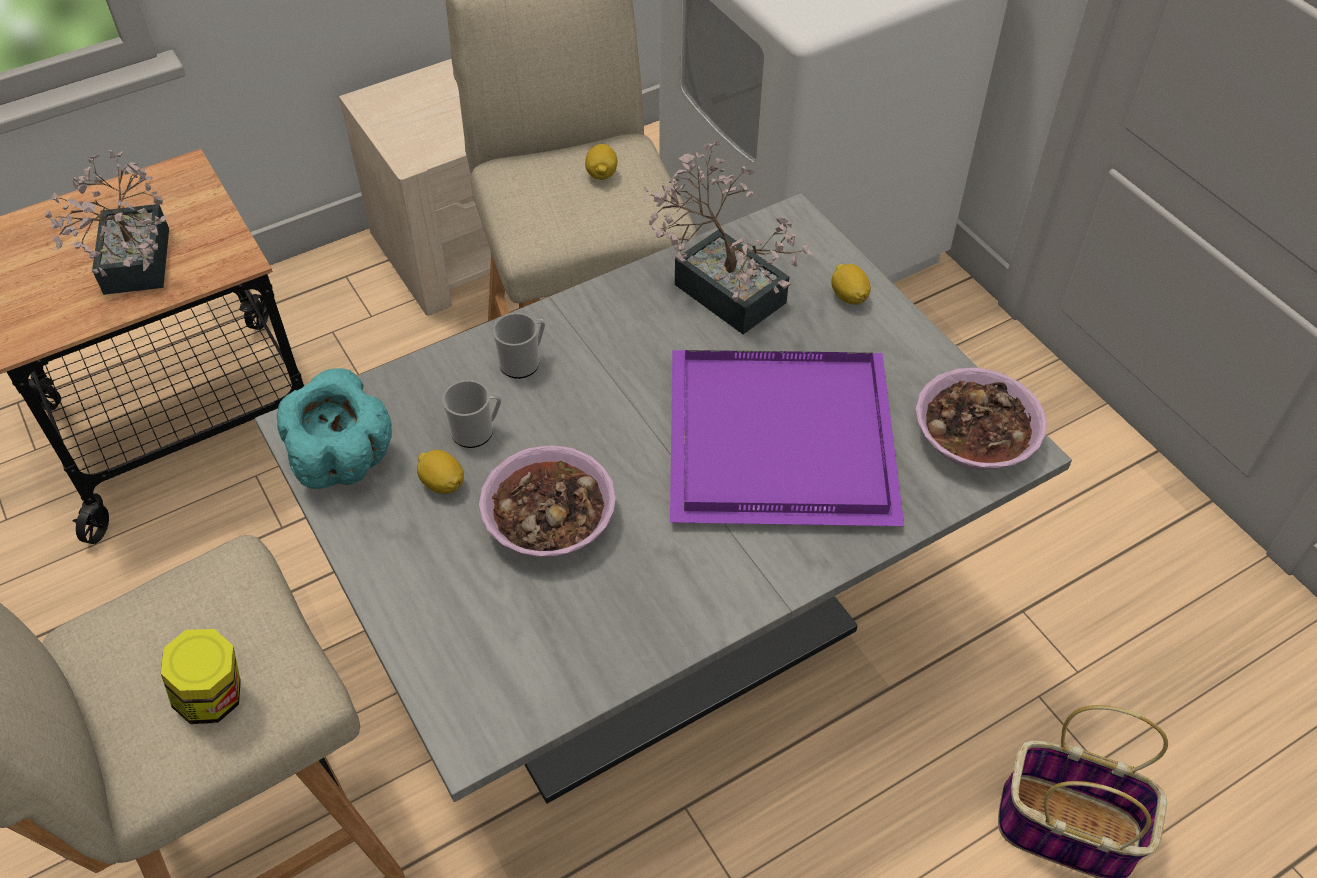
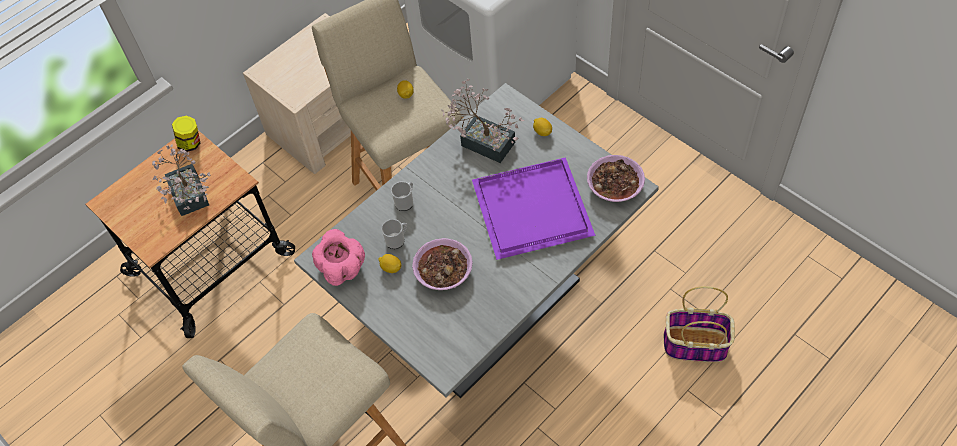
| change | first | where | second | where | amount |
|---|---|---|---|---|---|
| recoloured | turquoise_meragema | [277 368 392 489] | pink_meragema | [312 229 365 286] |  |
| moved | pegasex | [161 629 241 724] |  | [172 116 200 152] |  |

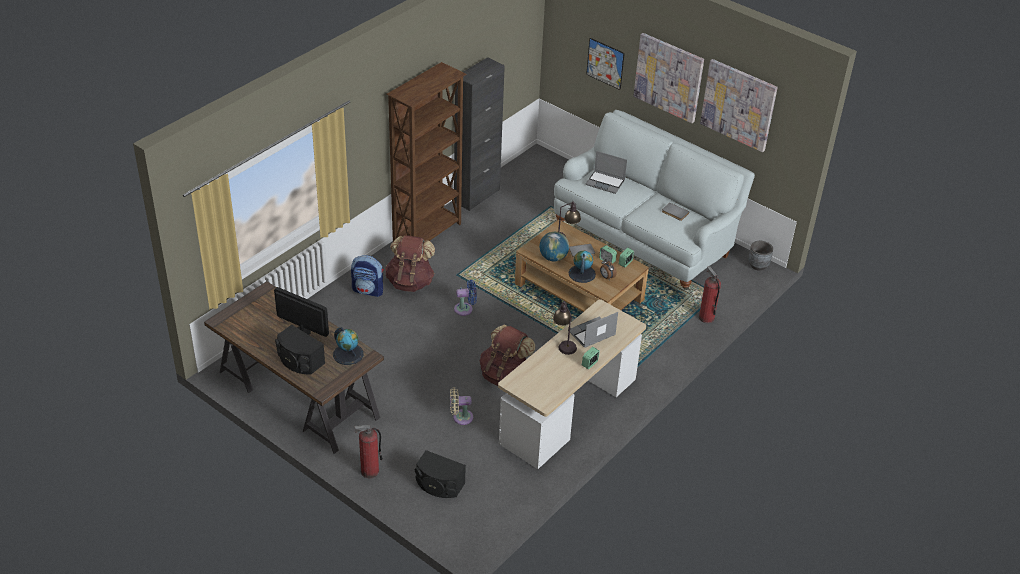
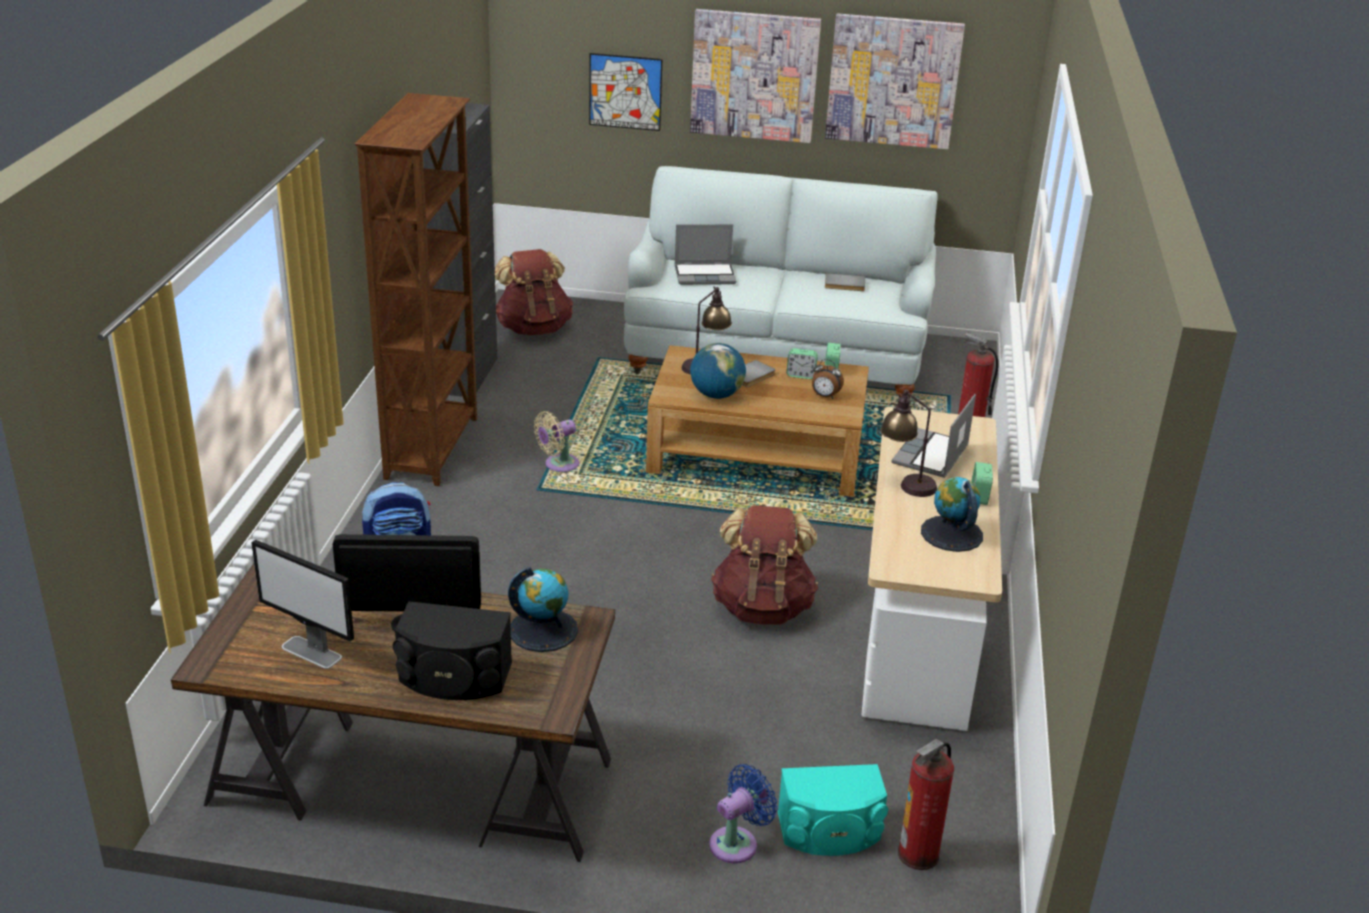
| change | first | where | second | where | amount |
|---|---|---|---|---|---|
| moved | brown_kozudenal | [385 235 435 292] |  | [495 249 573 335] |  |
| removed | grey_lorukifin | [748 241 773 271] |  |  |  |
| moved | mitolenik | [569 250 596 283] |  | [921 477 983 552] |  |
| moved | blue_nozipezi | [454 280 477 316] |  | [709 764 778 863] |  |
| moved | beige_nozipezi | [450 388 473 425] |  | [534 411 579 472] |  |
| moved | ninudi | [355 425 383 478] |  | [898 739 954 870] |  |
| recoloured | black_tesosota | [415 450 466 498] | turquoise_tesosota | [778 764 888 856] |  |
| added |  |  | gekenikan | [251 540 354 669] |  |

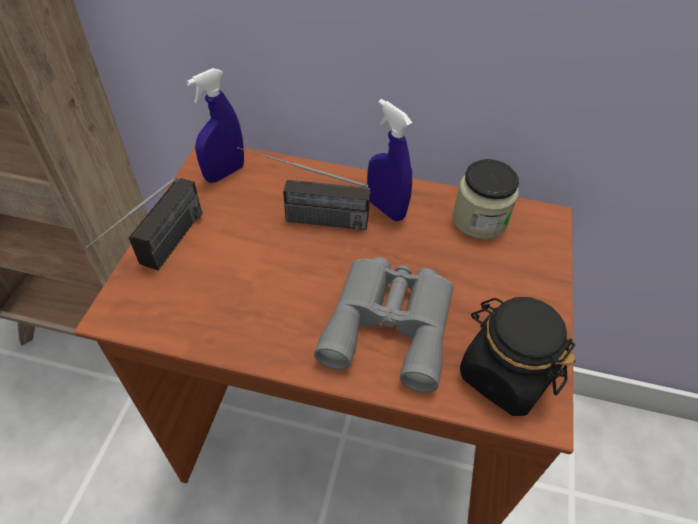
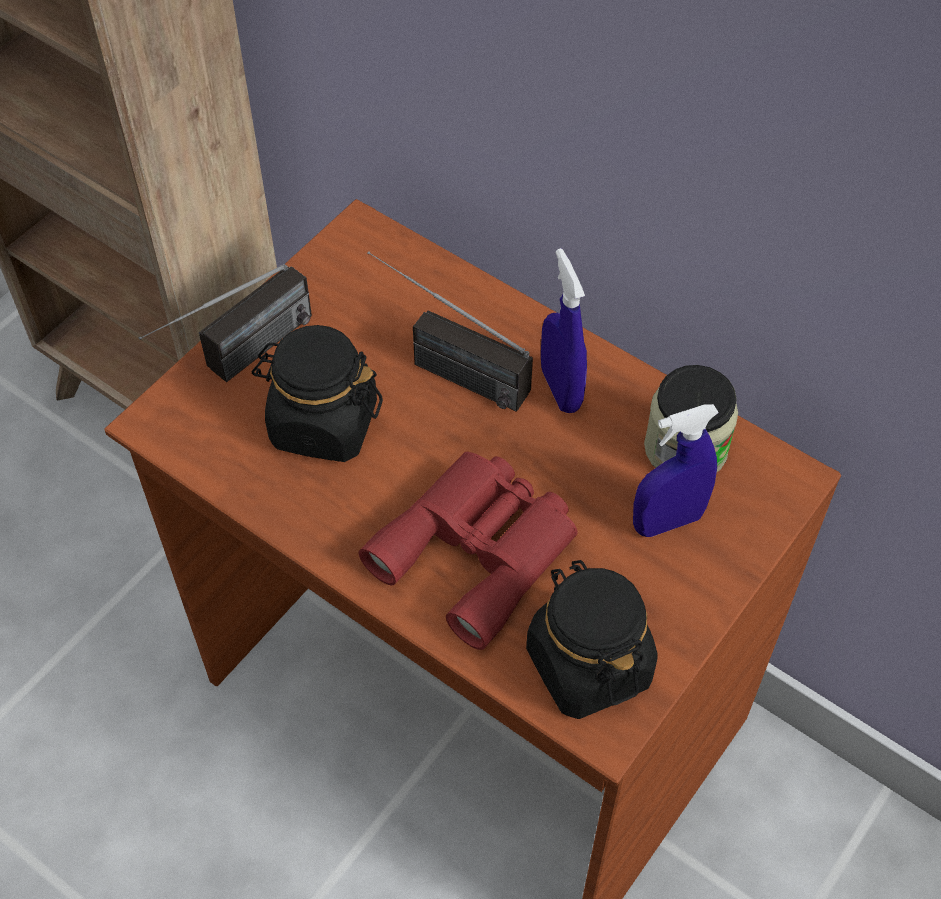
| change | first | where | second | where | amount |
|---|---|---|---|---|---|
| moved | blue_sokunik | [186 68 244 183] |  | [633 404 719 537] |  |
| recoloured | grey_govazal | [314 257 453 393] | red_govazal | [358 452 577 650] |  |
| added |  |  | black_pegasex | [252 325 383 462] |  |

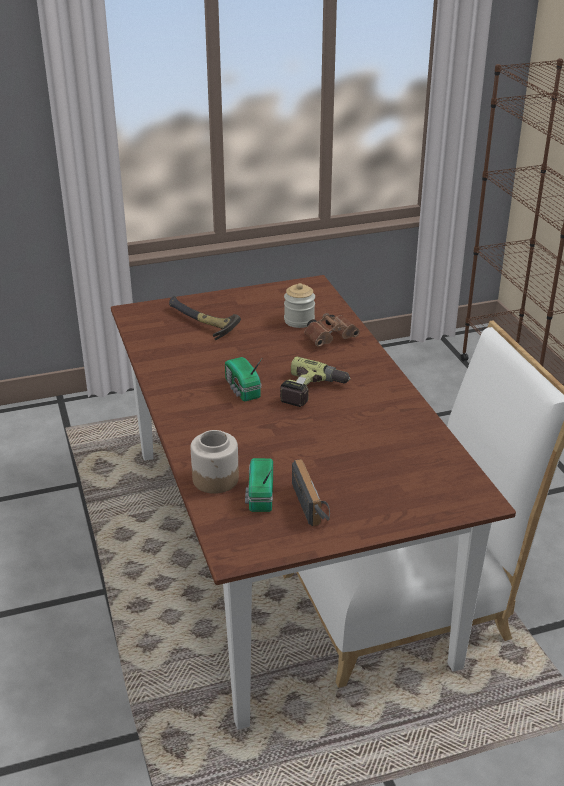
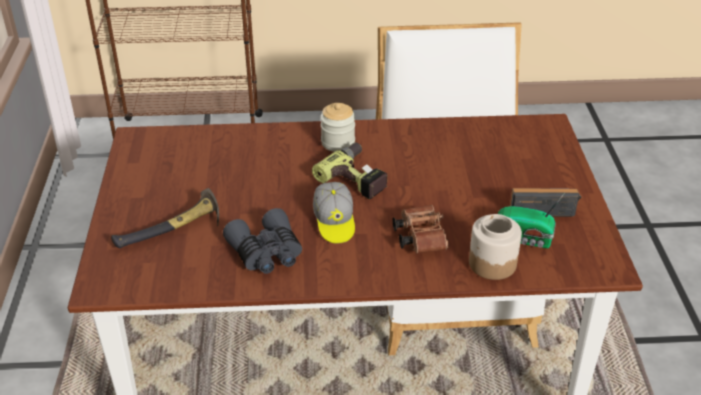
| change | first | where | second | where | amount |
|---|---|---|---|---|---|
| moved | pegasex | [284 283 315 328] |  | [320 103 355 152] |  |
| moved | brown_govazal | [304 313 360 347] |  | [392 205 449 253] |  |
| replaced | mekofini | [225 357 262 401] | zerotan | [313 182 355 243] |  |
| added |  |  | grey_govazal | [223 208 302 274] |  |

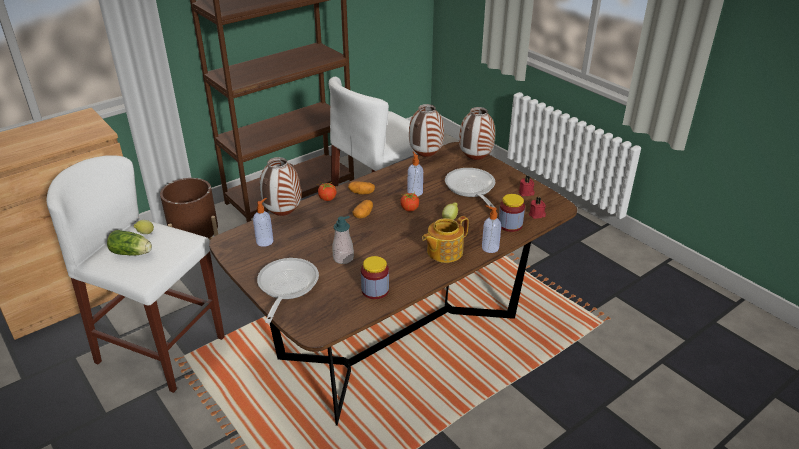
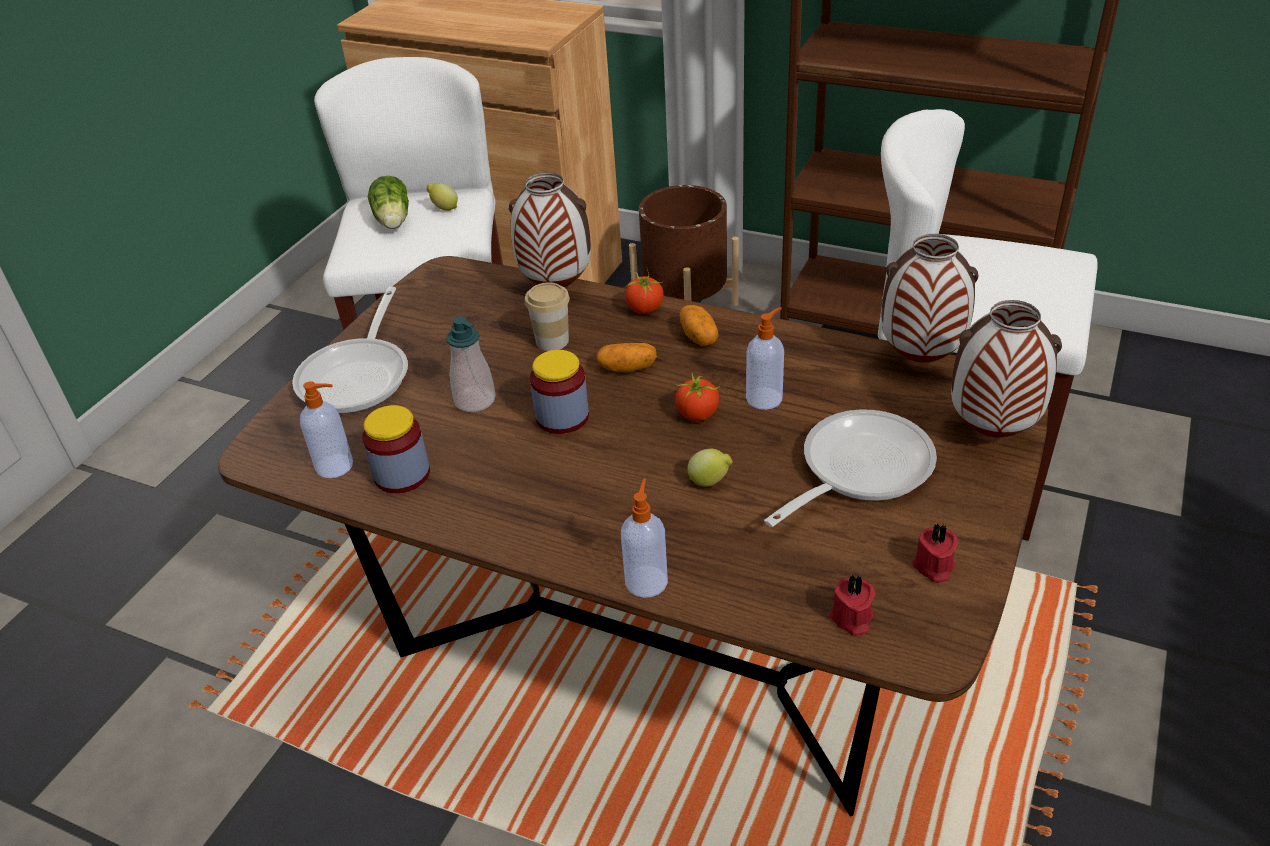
| change | first | where | second | where | amount |
|---|---|---|---|---|---|
| moved | pegasex | [499 194 525 232] |  | [530 350 589 434] |  |
| moved | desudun | [253 198 273 247] |  | [300 381 353 478] |  |
| removed | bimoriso | [422 216 469 263] |  |  |  |
| turned | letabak | [257 258 319 323] |  | [292 287 408 414] | 120 degrees clockwise |
| added |  |  | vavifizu | [525 282 570 351] |  |

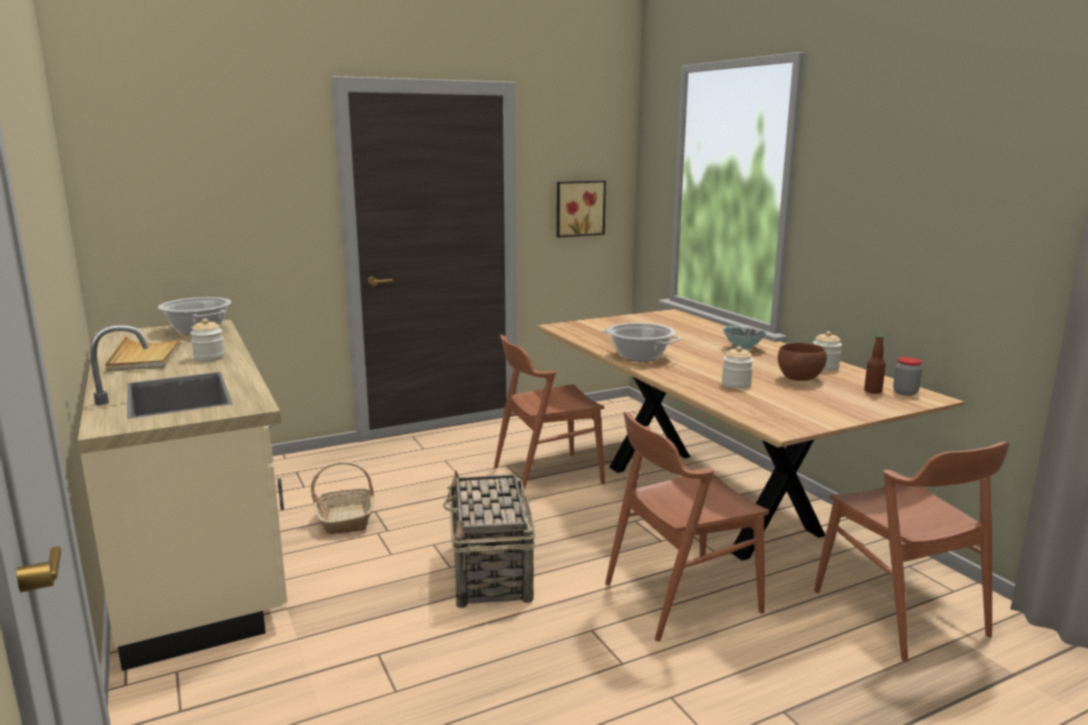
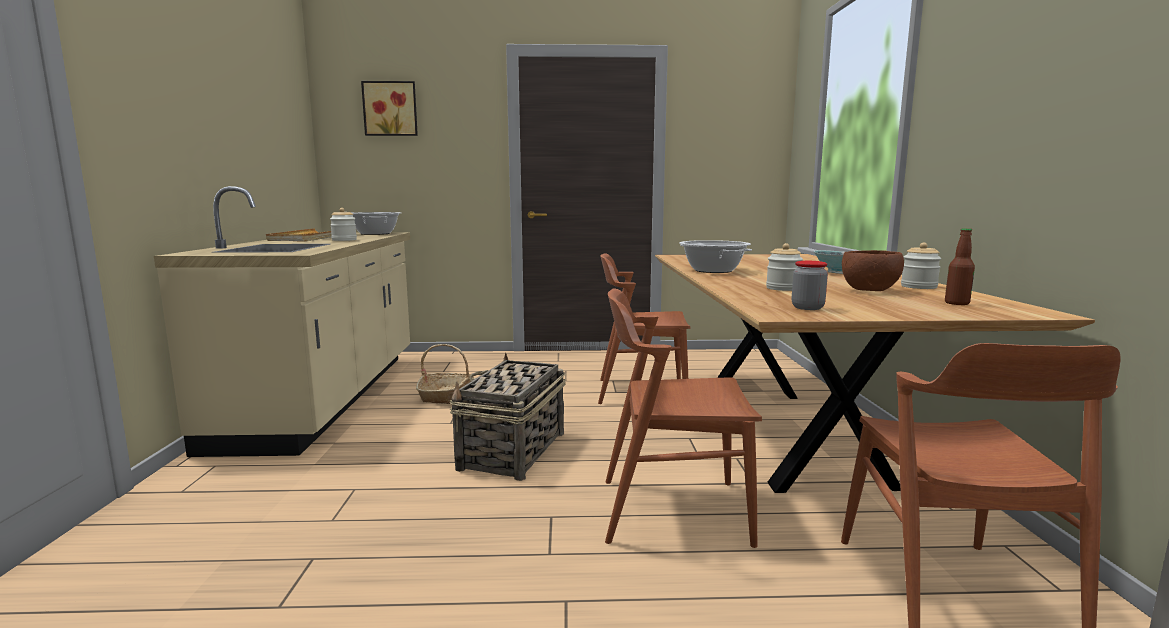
| change | first | where | second | where | amount |
|---|---|---|---|---|---|
| moved | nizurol | [557 181 606 238] |  | [361 81 418 136] |  |
| moved | pegasex | [893 357 922 396] |  | [792 261 828 310] |  |

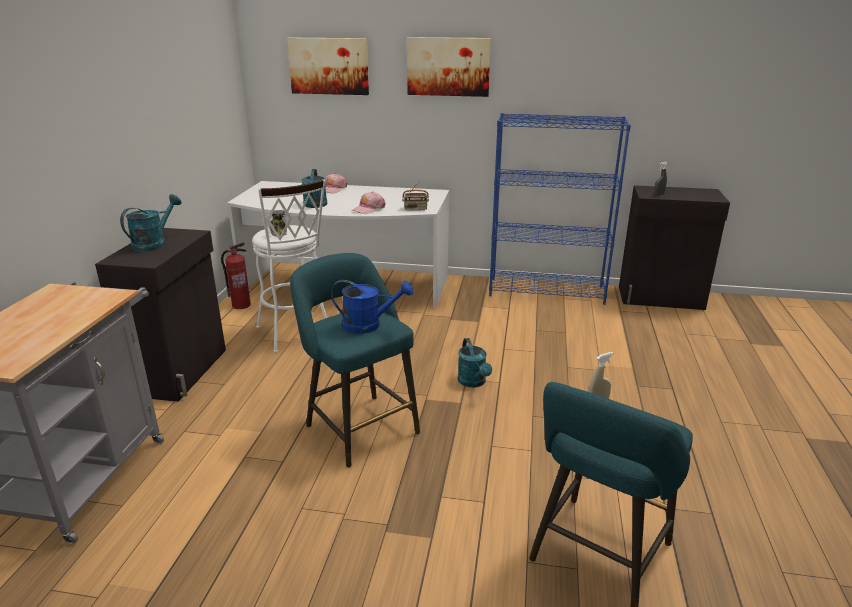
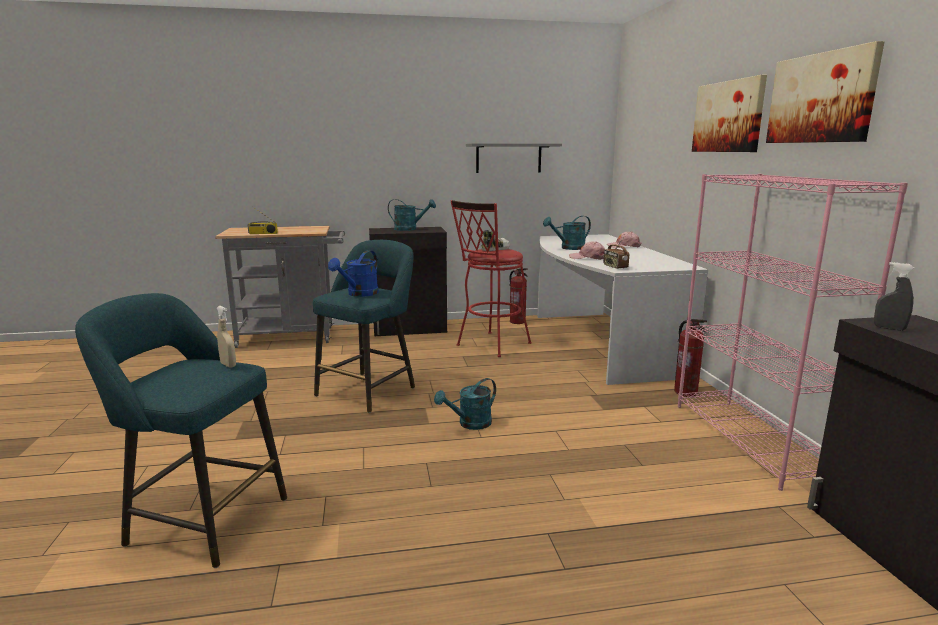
| change | first | where | second | where | amount |
|---|---|---|---|---|---|
| moved | nizurol | [287 37 369 95] |  | [766 41 885 143] |  |
| recoloured | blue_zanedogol | [489 113 631 305] | pink_zanedogol | [678 174 908 491] |  |
| recoloured | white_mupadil | [252 180 328 353] | red_mupadil | [451 200 532 357] |  |
| turned | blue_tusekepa | [331 280 413 334] |  | [328 250 379 297] | 45 degrees clockwise |
| added |  |  | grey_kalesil | [466 143 562 173] |  |
| added |  |  | mekofini | [248 207 278 234] |  |
| added |  |  | ninudi | [674 319 707 397] |  |

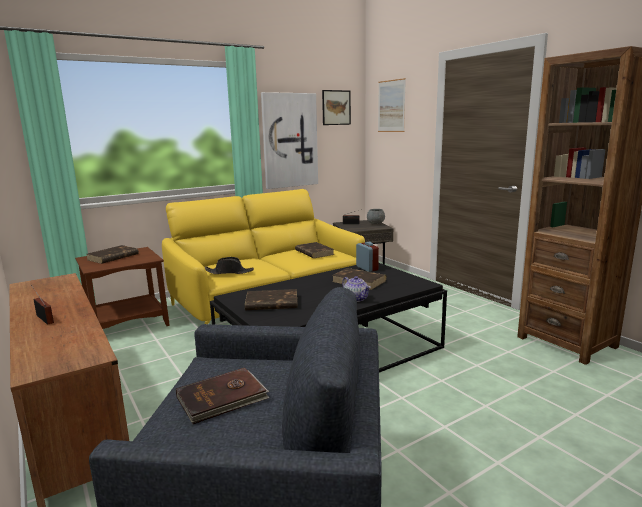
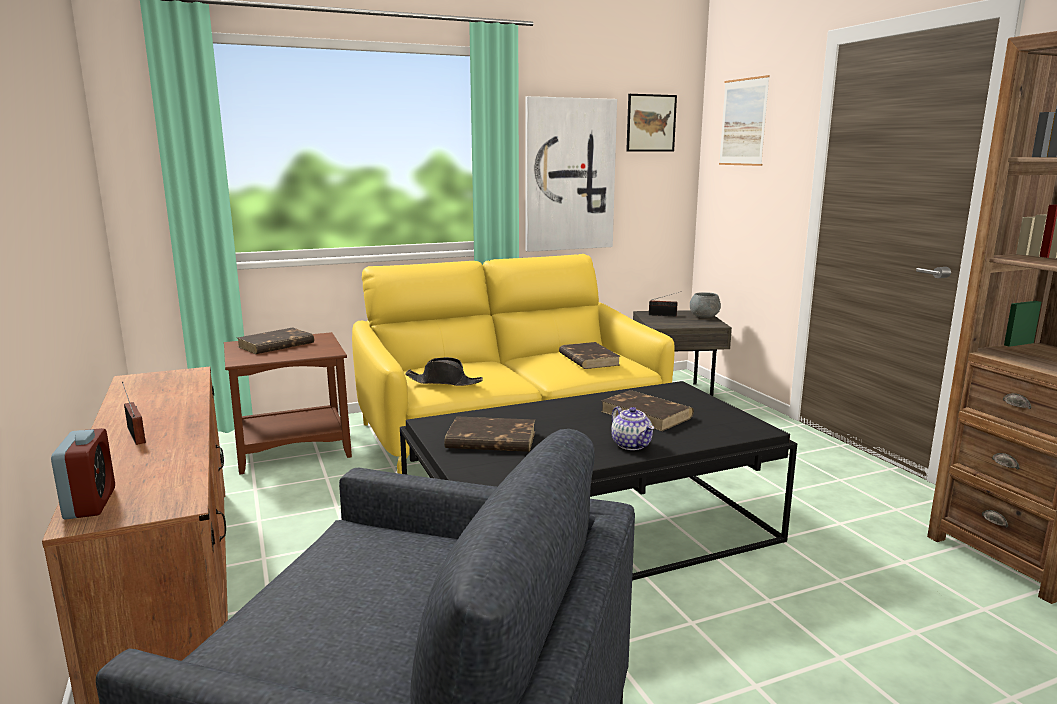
| change | first | where | second | where | amount |
|---|---|---|---|---|---|
| moved | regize | [356 242 379 272] |  | [51 428 115 520] |  |
| removed | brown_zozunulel | [176 368 269 424] |  |  |  |

